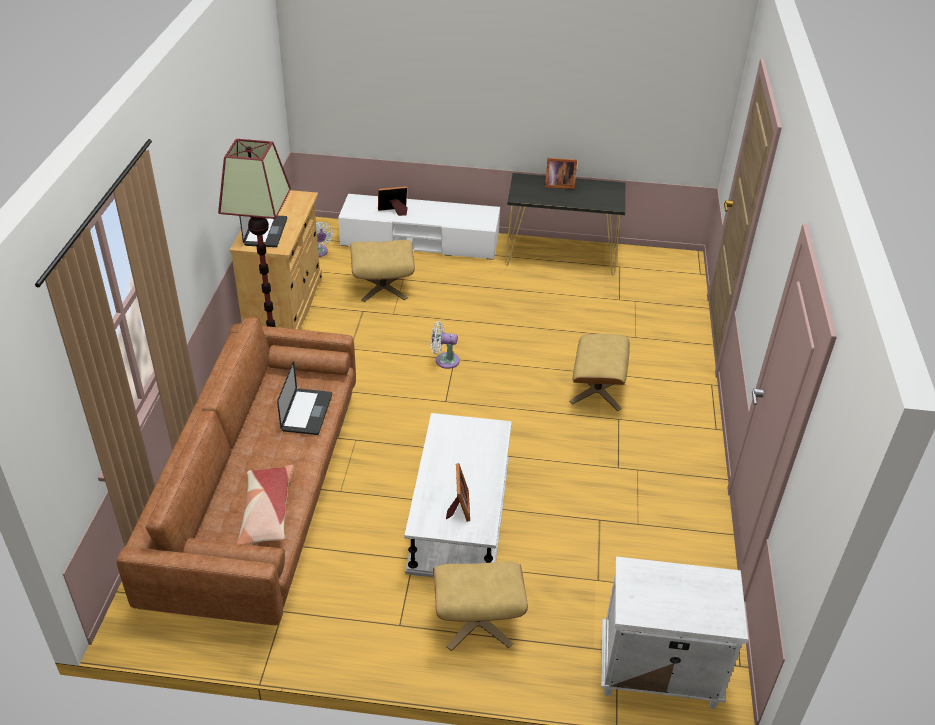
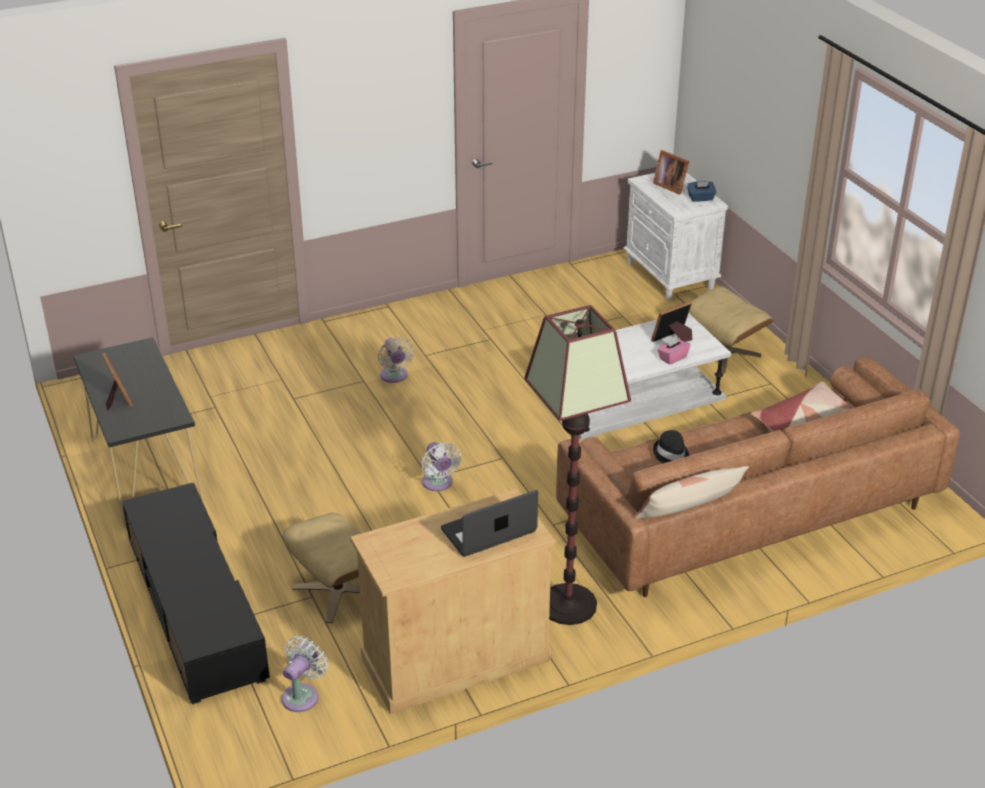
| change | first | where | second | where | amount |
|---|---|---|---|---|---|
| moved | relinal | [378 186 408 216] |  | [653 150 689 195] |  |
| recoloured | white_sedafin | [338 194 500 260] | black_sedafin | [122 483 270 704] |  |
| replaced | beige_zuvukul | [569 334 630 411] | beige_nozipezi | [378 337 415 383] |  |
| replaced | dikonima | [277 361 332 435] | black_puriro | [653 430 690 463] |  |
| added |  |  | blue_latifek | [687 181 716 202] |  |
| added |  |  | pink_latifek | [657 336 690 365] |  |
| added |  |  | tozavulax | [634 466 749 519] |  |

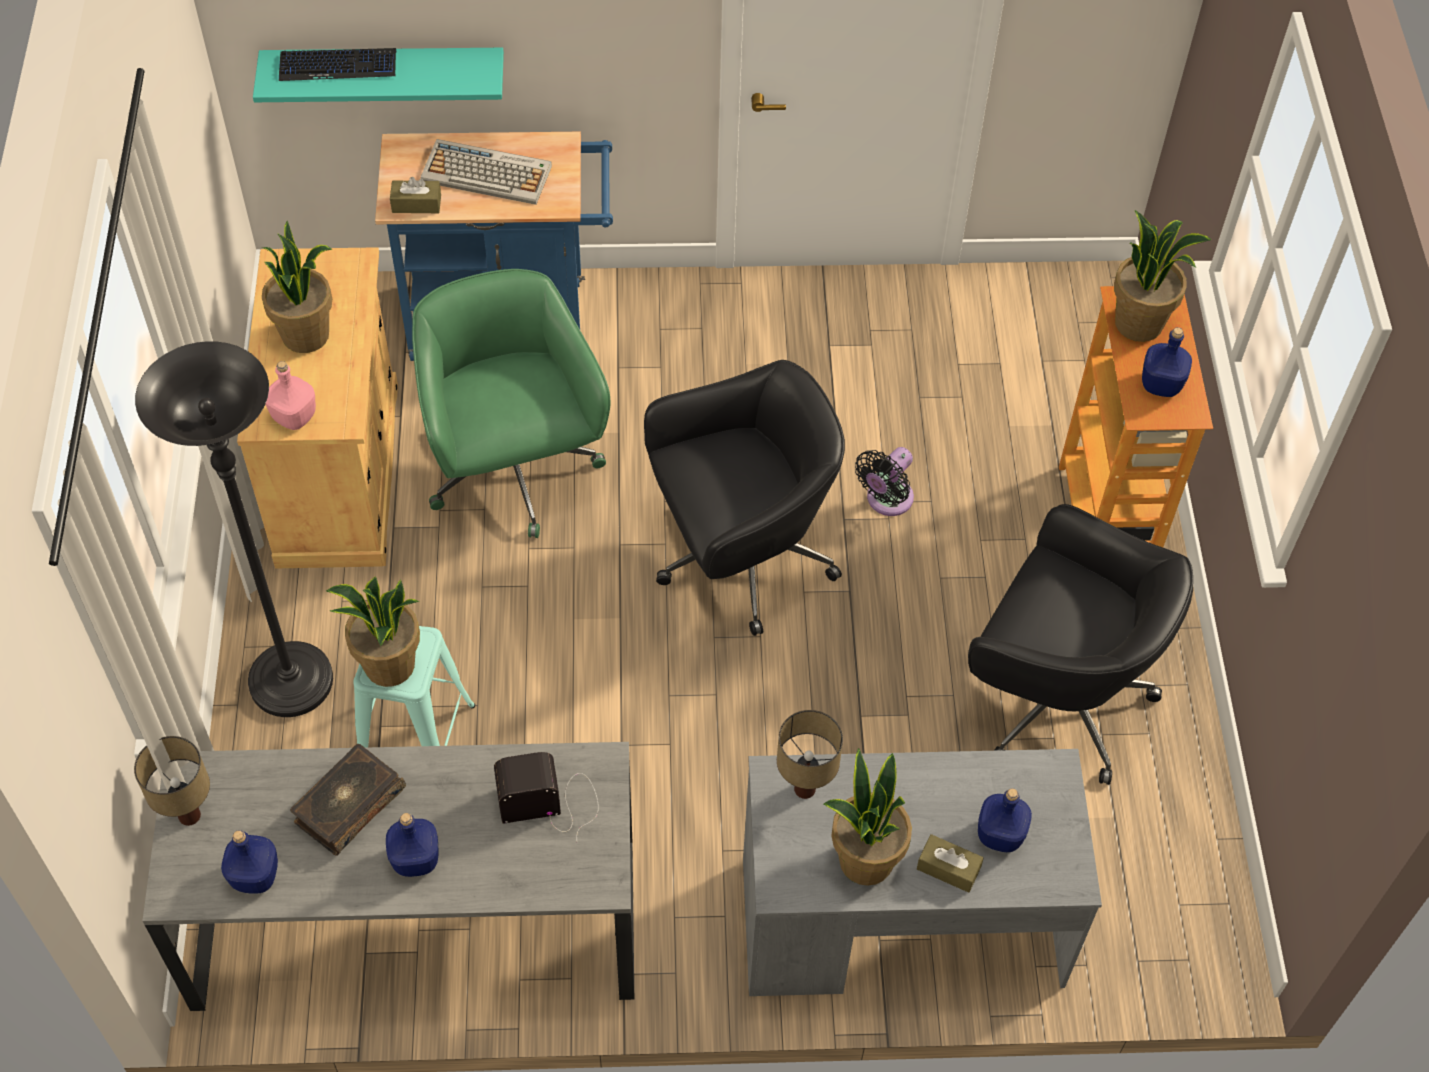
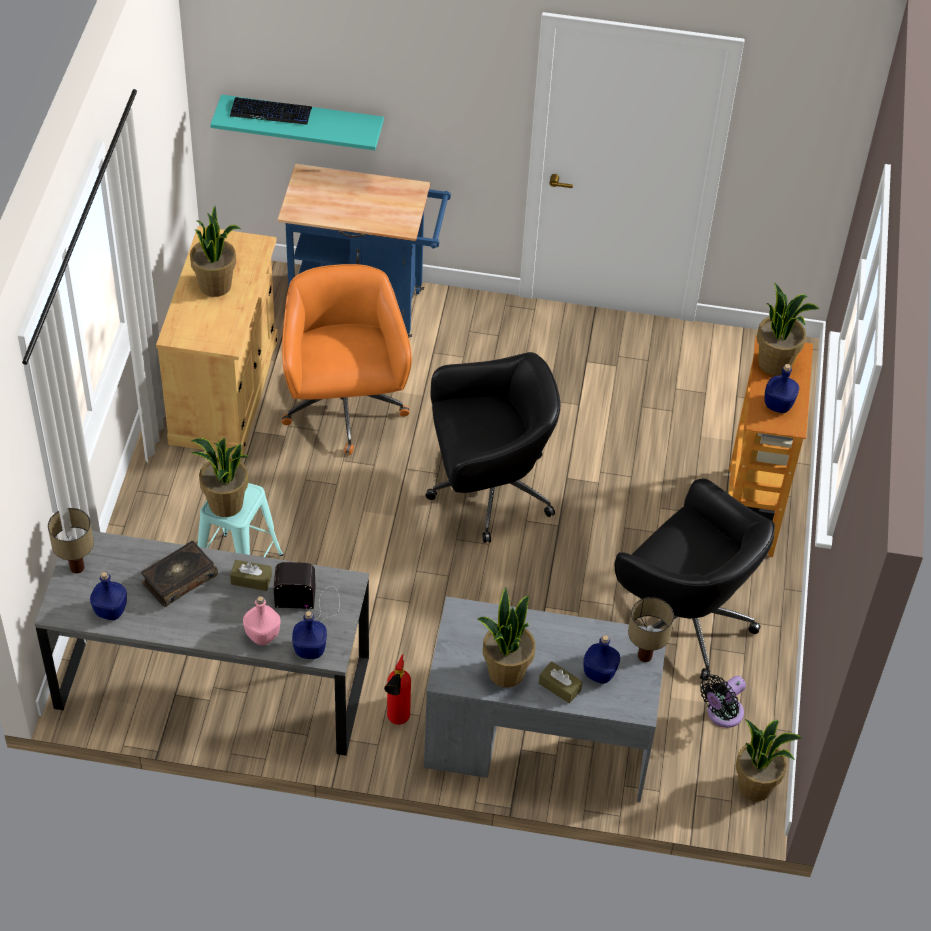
| change | first | where | second | where | amount |
|---|---|---|---|---|---|
| removed | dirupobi | [420 139 552 205] |  |  |  |
| moved | brown_latifek | [390 177 441 213] |  | [230 560 272 591] |  |
| recoloured | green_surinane | [412 269 610 538] | orange_surinane | [282 264 412 455] |  |
| removed | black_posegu | [135 341 333 717] |  |  |  |
| moved | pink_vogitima | [266 361 316 430] |  | [243 596 280 645] |  |
| moved | black_nozipezi | [855 447 914 516] |  | [700 674 746 728] |  |
| moved | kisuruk | [777 710 843 799] |  | [628 597 674 662] |  |
| moved | blue_vogitima | [386 813 438 877] |  | [292 611 327 659] |  |
| added |  |  | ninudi | [384 654 411 725] |  |
| added |  |  | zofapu | [736 719 802 801] |  |

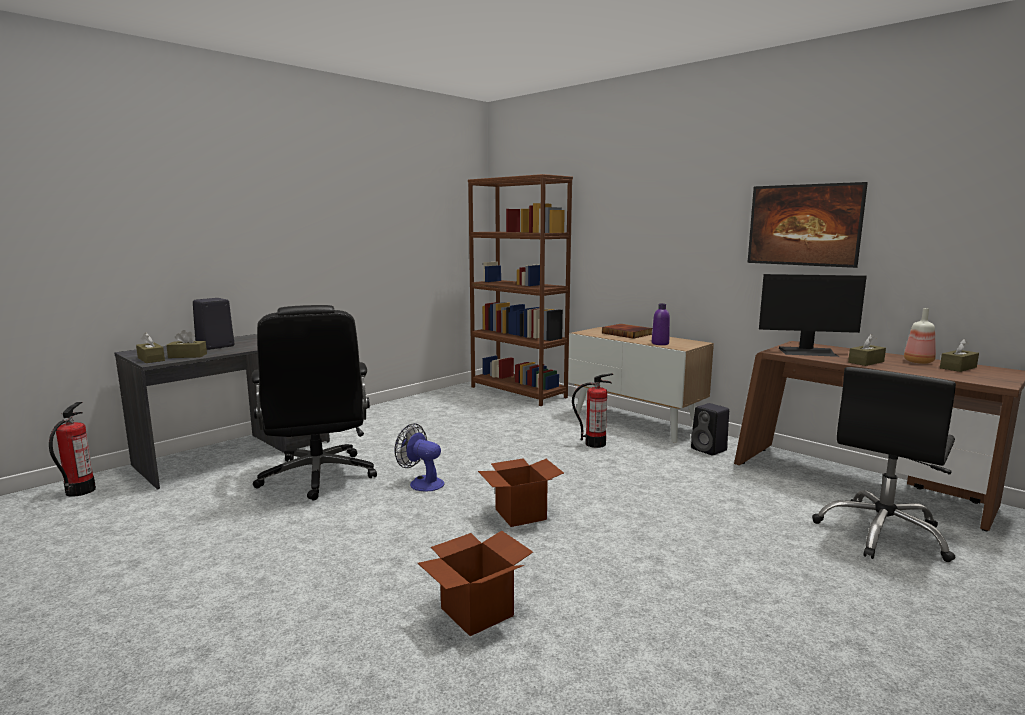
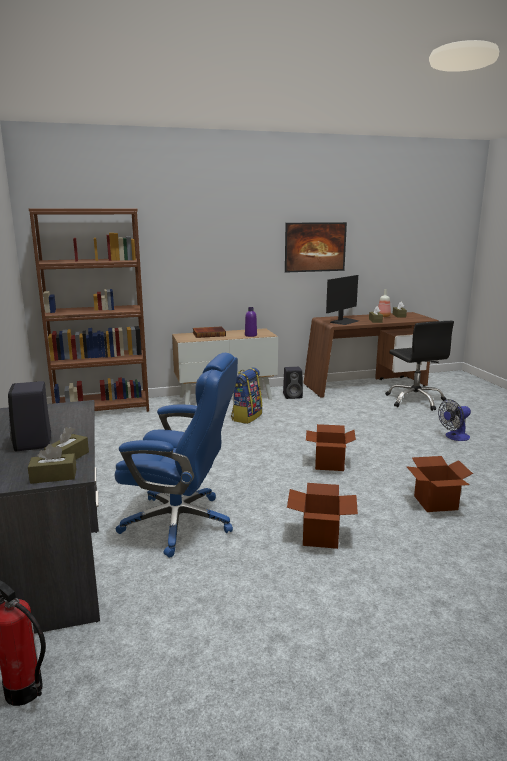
| change | first | where | second | where | amount |
|---|---|---|---|---|---|
| recoloured | black_surinane | [251 305 377 500] | blue_surinane | [115 353 238 558] |  |
| replaced | ninudi | [572 373 613 448] | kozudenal | [231 367 262 424] |  |
| moved | nozipezi | [395 423 444 492] |  | [438 399 471 441] |  |
| added |  |  | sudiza | [287 483 358 549] |  |

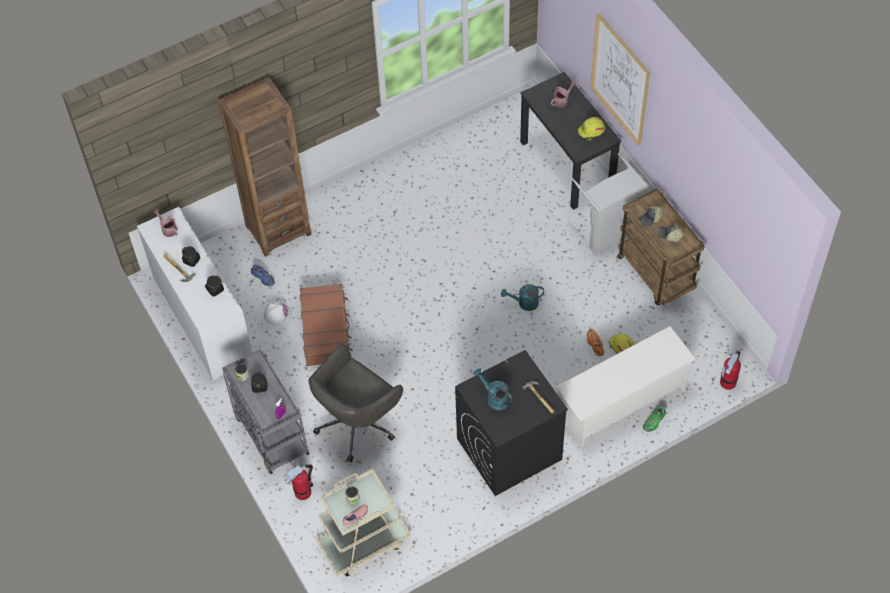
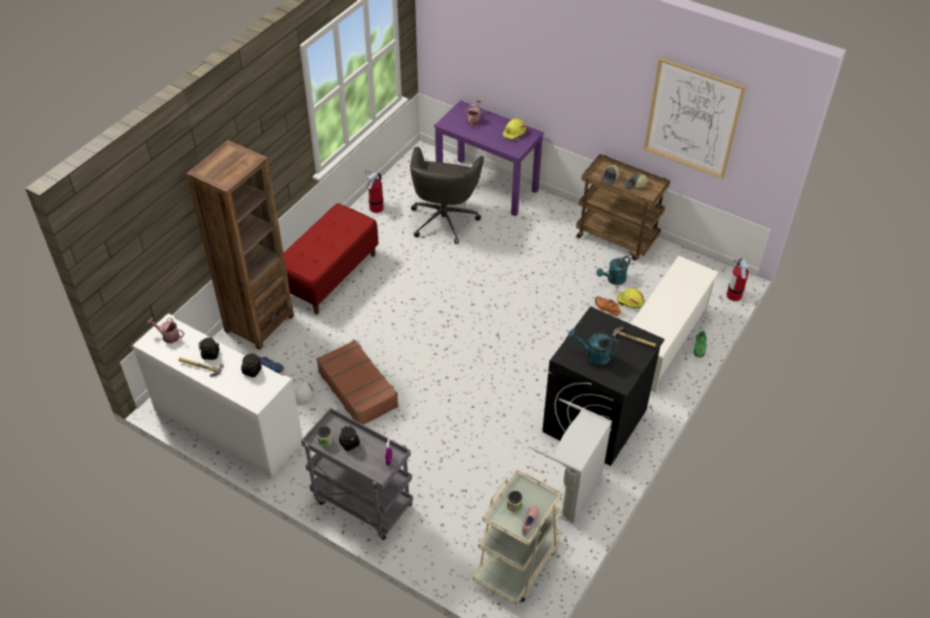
| change | first | where | second | where | amount |
|---|---|---|---|---|---|
| moved | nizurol | [590 14 650 145] |  | [644 58 746 179] |  |
| recoloured | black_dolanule | [520 72 621 210] | purple_dolanule | [434 100 544 216] |  |
| moved | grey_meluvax | [568 153 648 256] |  | [528 398 612 524] |  |
| moved | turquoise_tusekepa | [501 284 544 311] |  | [597 256 631 285] |  |
| moved | grey_surinane | [308 344 403 462] |  | [410 147 484 244] |  |
| moved | ninudi | [285 461 313 500] |  | [365 170 384 213] |  |
| added |  |  | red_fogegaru | [284 203 379 314] |  |

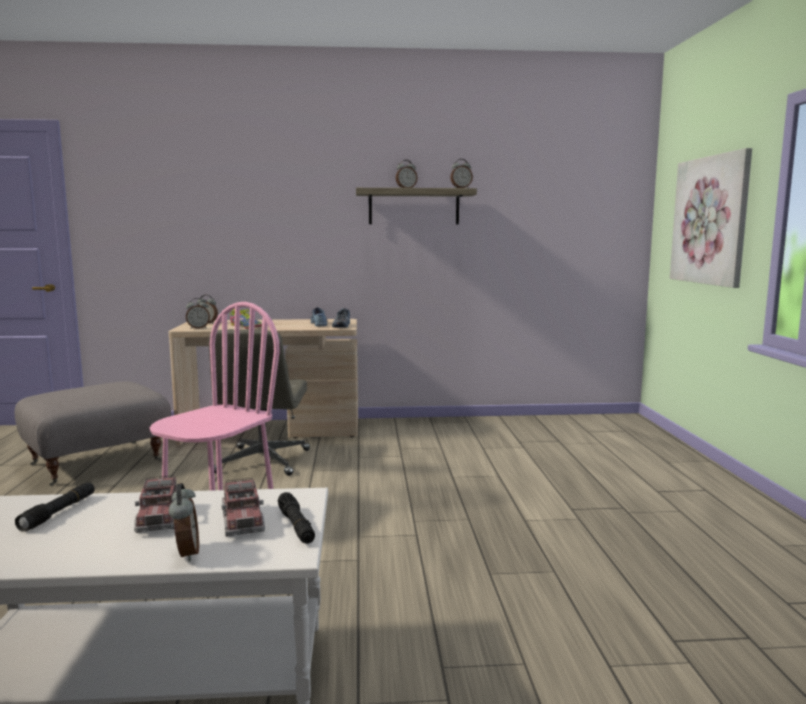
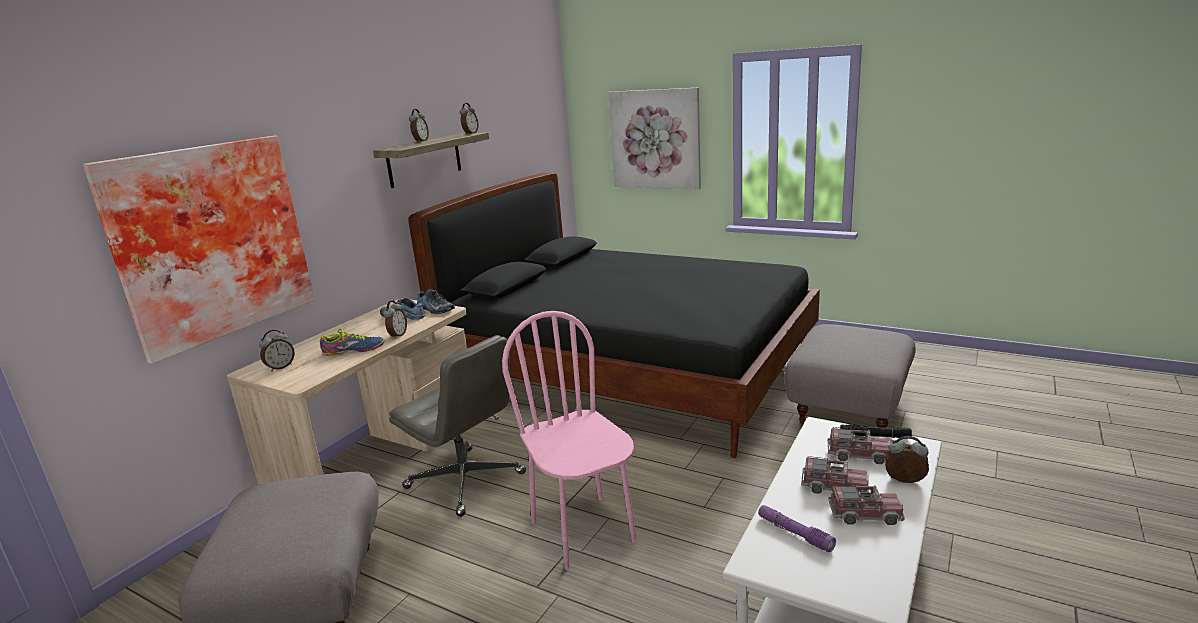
| change | first | where | second | where | amount |
|---|---|---|---|---|---|
| moved | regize | [186 298 210 329] |  | [383 301 407 339] |  |
| recoloured | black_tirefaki | [15 482 95 532] | purple_tirefaki | [758 505 836 552] |  |
| added |  |  | nizurol | [83 135 315 364] |  |
| added |  |  | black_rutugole | [408 173 820 458] |  |
| added |  |  | grey_zuvukul | [785 324 916 428] |  |
| added |  |  | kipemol | [828 485 905 525] |  |

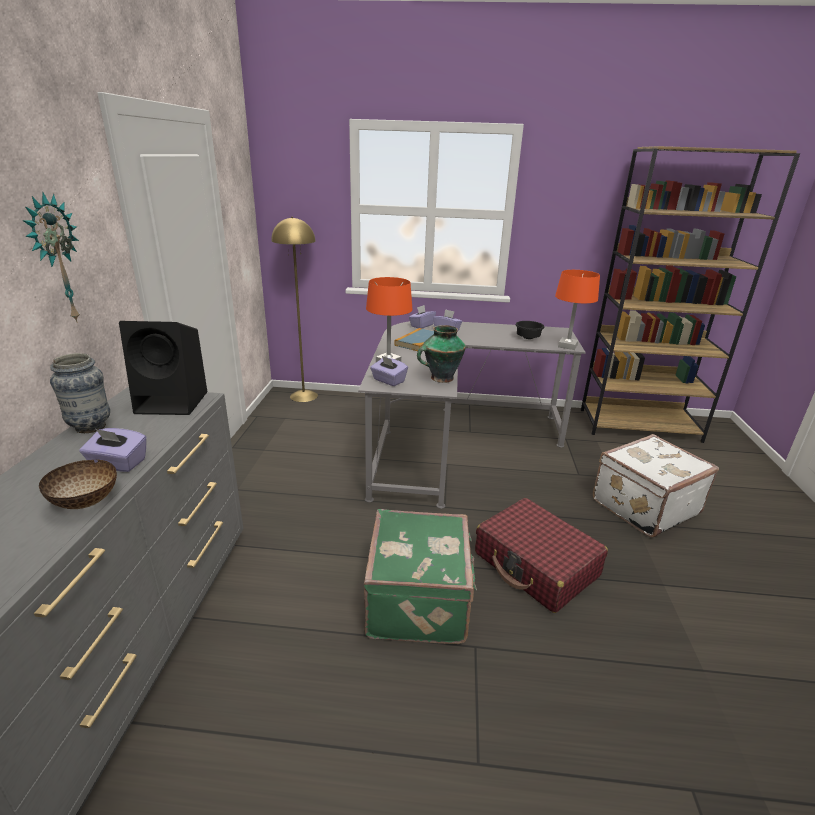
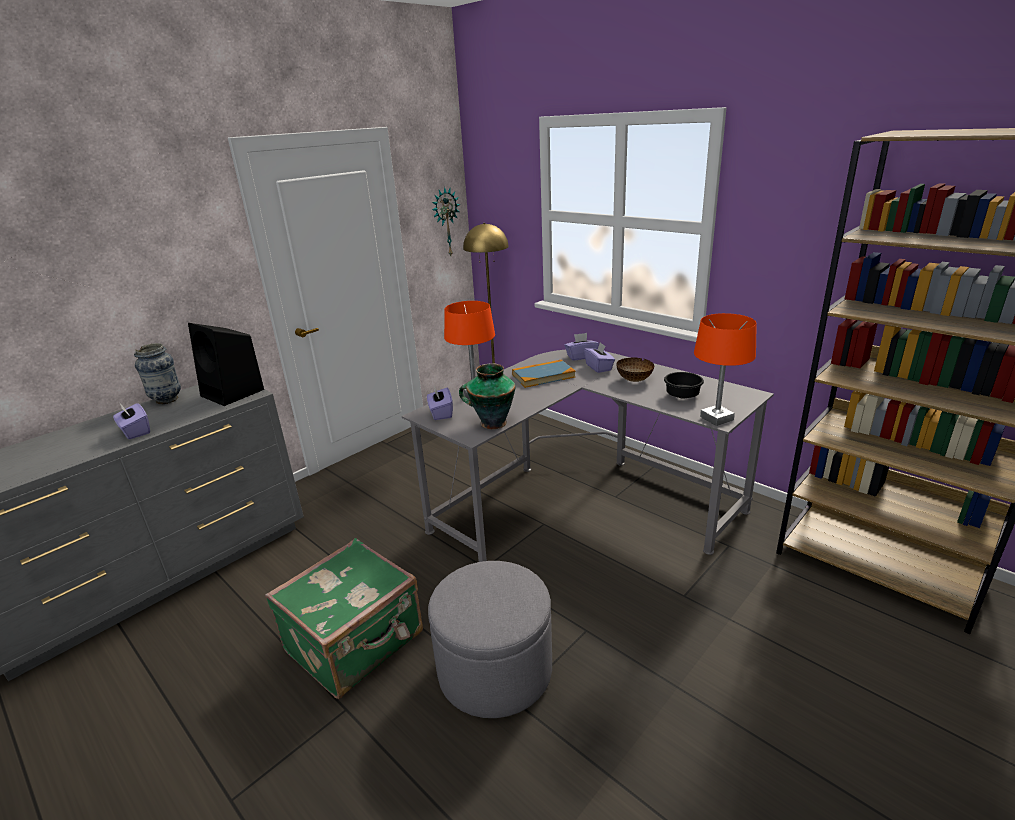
| change | first | where | second | where | amount |
|---|---|---|---|---|---|
| moved | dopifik | [23 192 80 323] |  | [432 187 460 256] |  |
| removed | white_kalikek | [593 434 719 538] |  |  |  |
| moved | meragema | [39 459 117 509] |  | [616 358 654 382] |  |
| replaced | red_kalikek | [475 498 608 613] | grey_zuvukul | [428 561 552 718] |  |

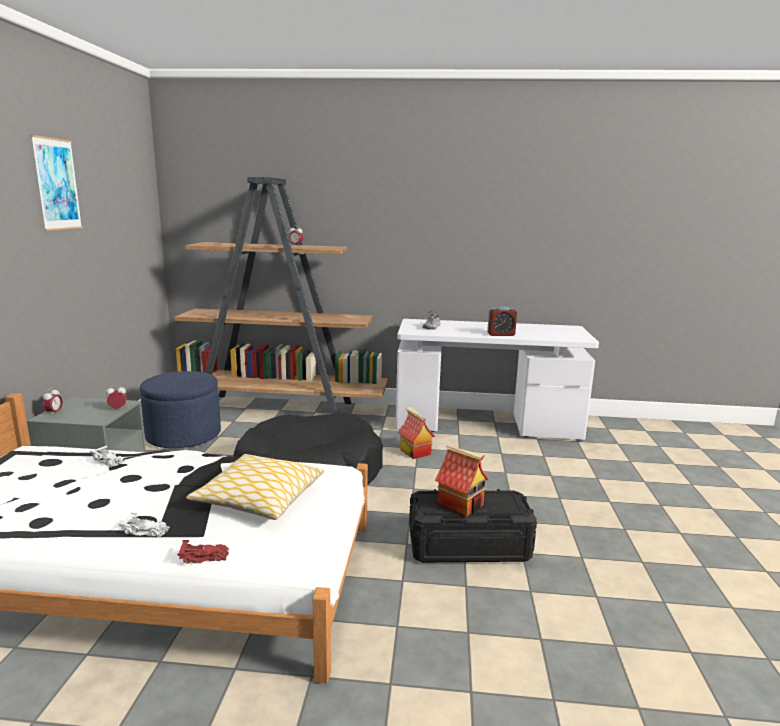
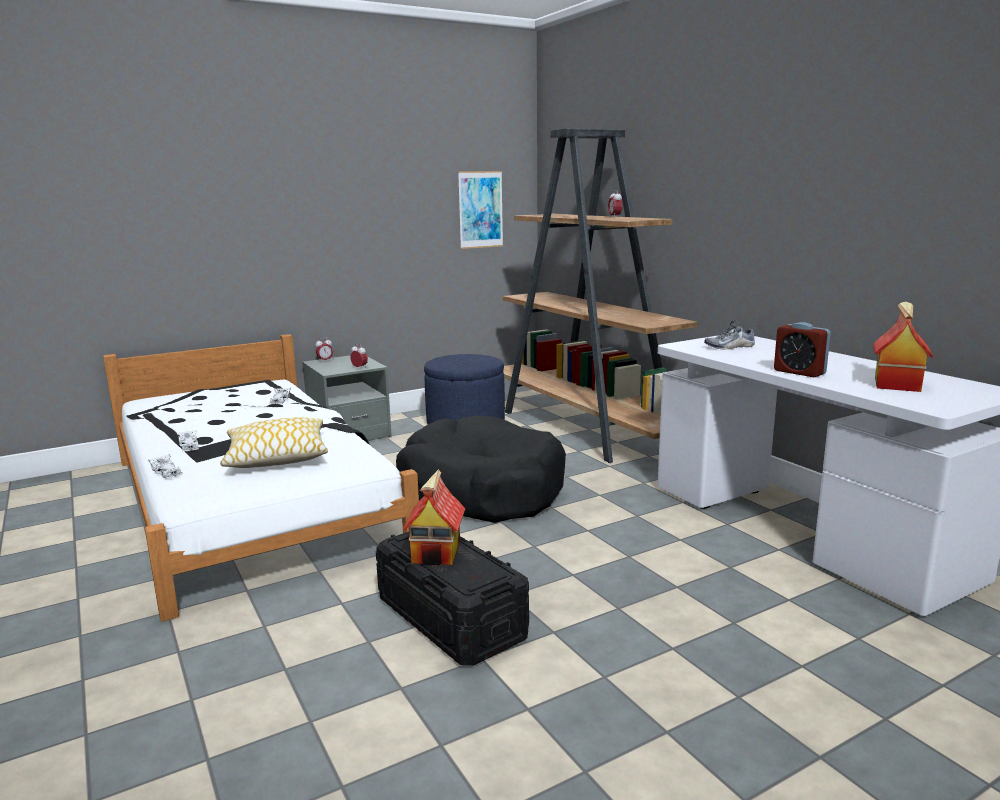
| change | first | where | second | where | amount |
|---|---|---|---|---|---|
| moved | nizurol | [31 135 83 231] |  | [458 171 503 249] |  |
| moved | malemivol | [398 407 435 459] |  | [872 301 934 392] |  |
| recoloured | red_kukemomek | [177 540 229 564] | white_kukemomek | [148 455 183 479] |  |

